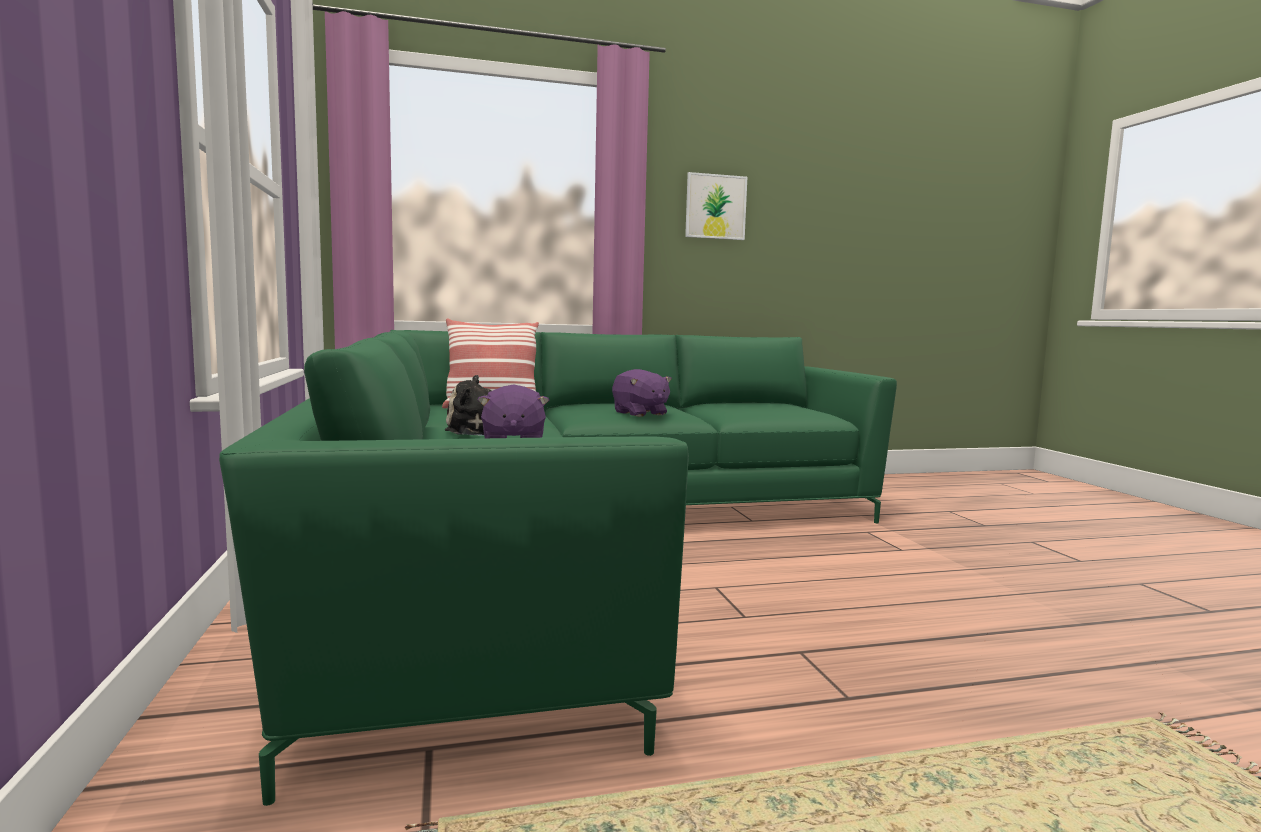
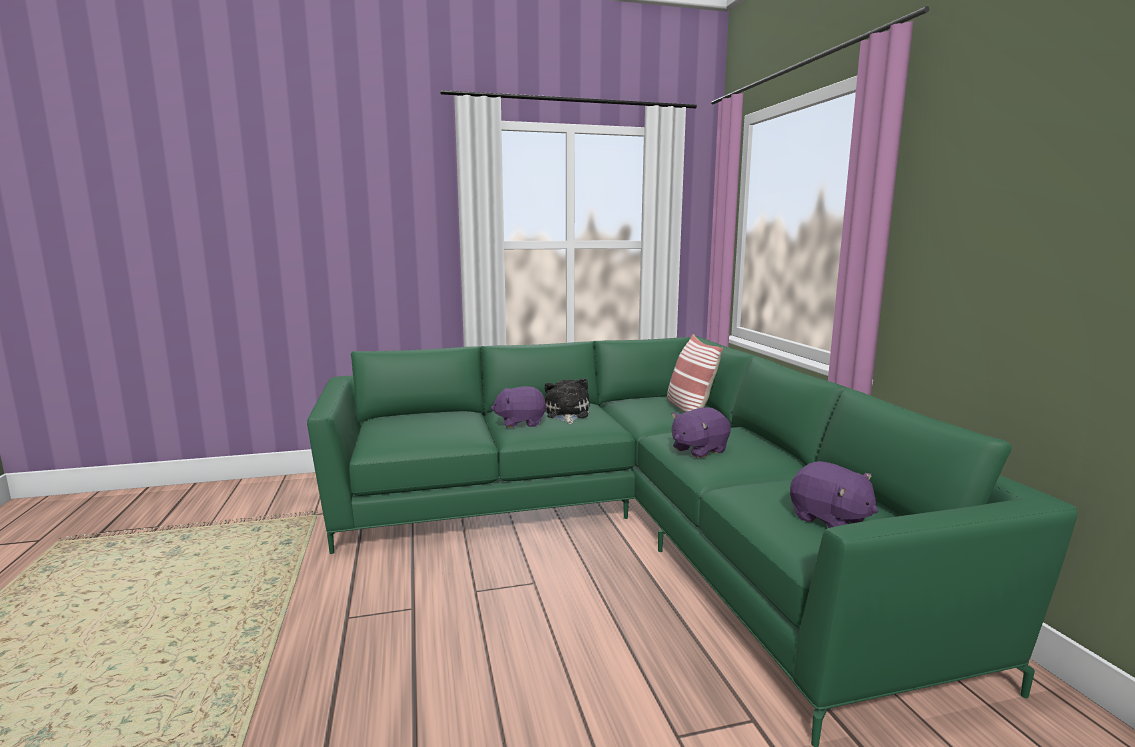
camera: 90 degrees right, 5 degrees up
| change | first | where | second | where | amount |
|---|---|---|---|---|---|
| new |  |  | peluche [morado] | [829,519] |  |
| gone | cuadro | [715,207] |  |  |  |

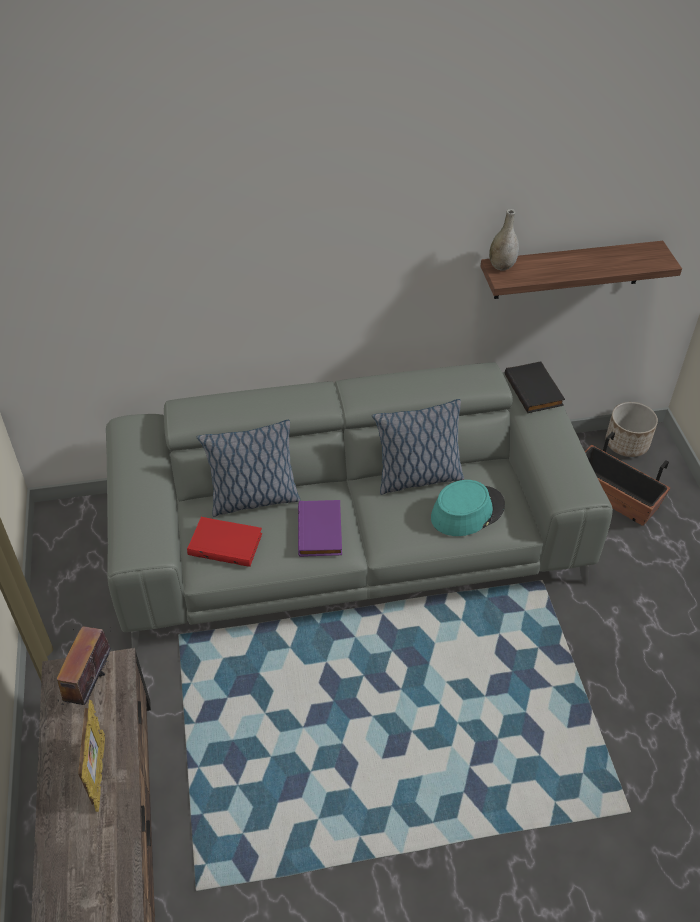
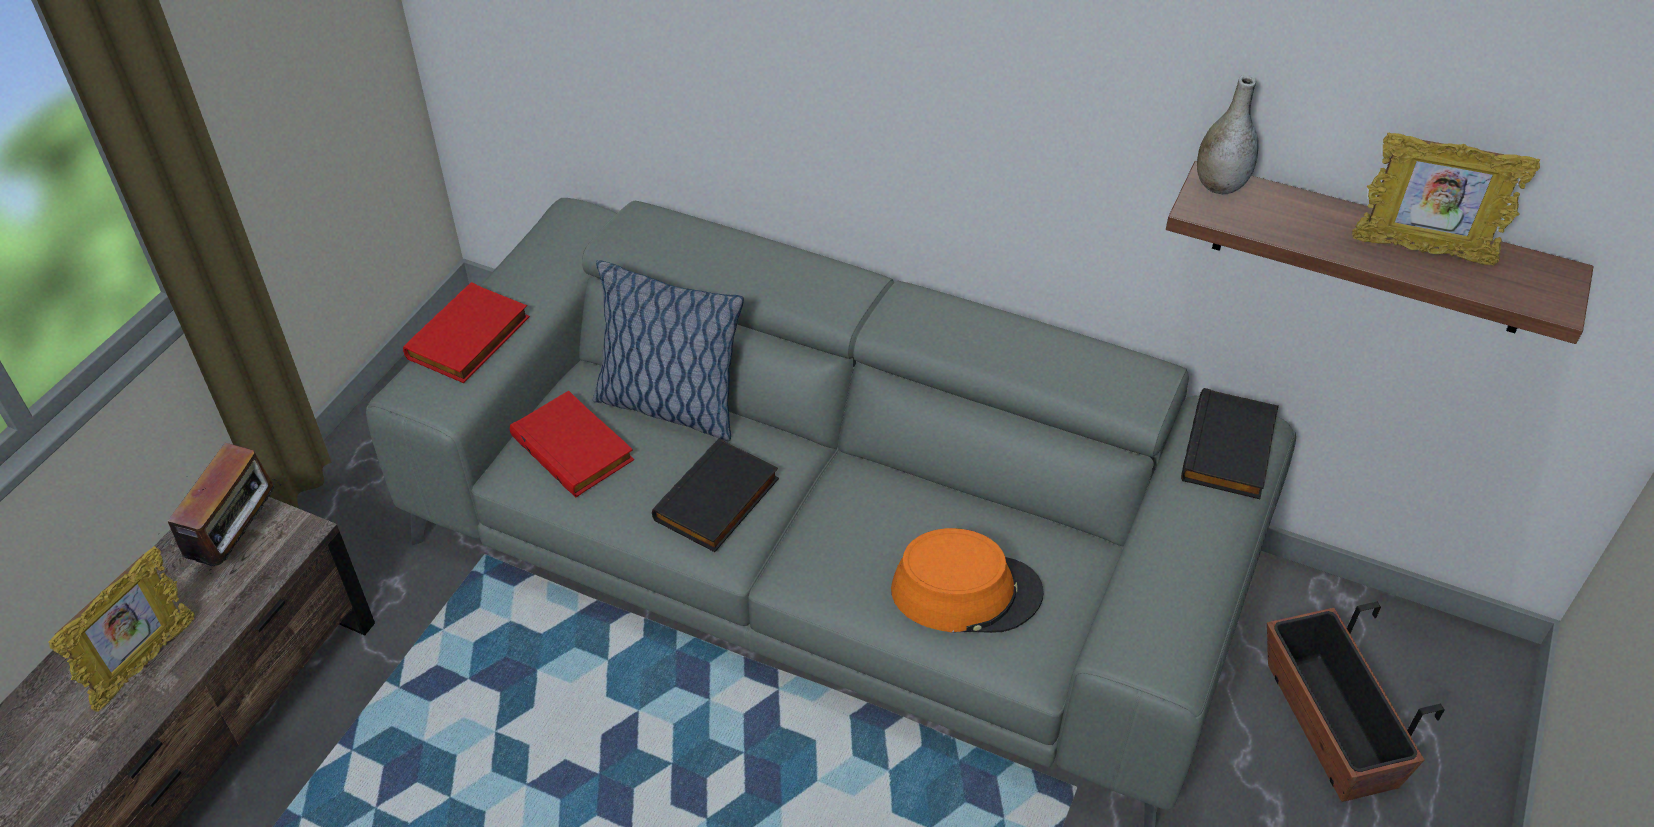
camera: 35 degrees right, 0 degrees up
| change | first | where | second | where | amount |
|---|---|---|---|---|---|
| rotated | radio | [89,685] |  | [241,540] | 150 degrees clockwise |
| new |  |  | libro [rojo] | [470,339] |  |
| repainted | libro [morado] | [321,531] | libro [negro] | [718,501] |  |
| repainted | sombrero [turquesa] | [467,511] | sombrero [naranja] | [966,591] |  |
| new |  |  | portarretratos | [1422,251] |  |
| gone | cojín | [417,478] |  |  |  |
| gone | maceta | [627,443] |  |  |  |

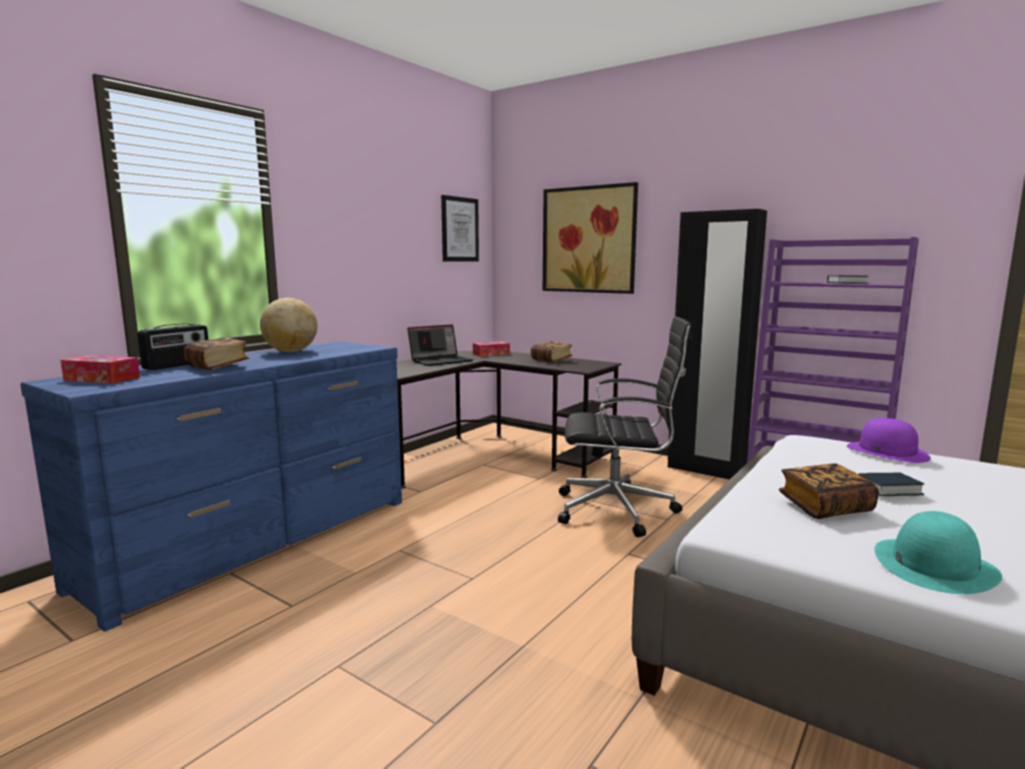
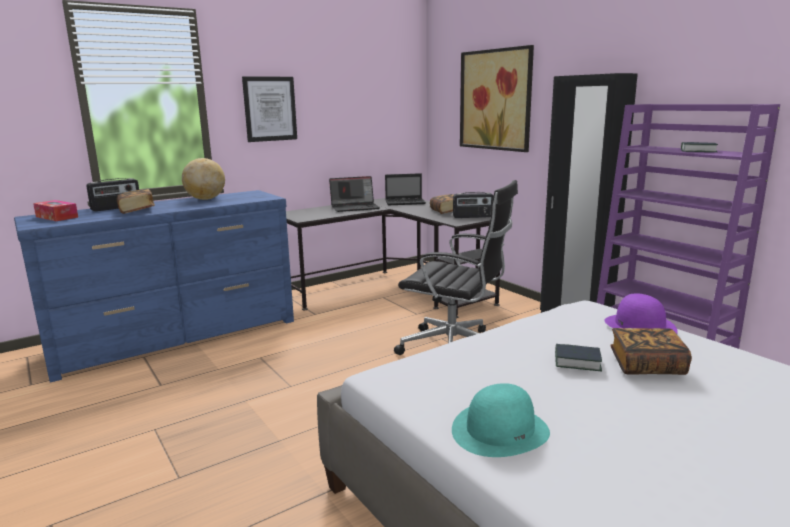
camera: 20 degrees right, 5 degrees up
| change | first | where | second | where | amount |
|---|---|---|---|---|---|
| shifted | cuadro | [459,229] |  | [270,109] |  |
| swapped | caja de pañuelos | [491,354] | portátil | [406,202] |  |
| new |  |  | radio | [473,217] |  |
| shifted | libro | [825,507] |  | [647,366] |  |

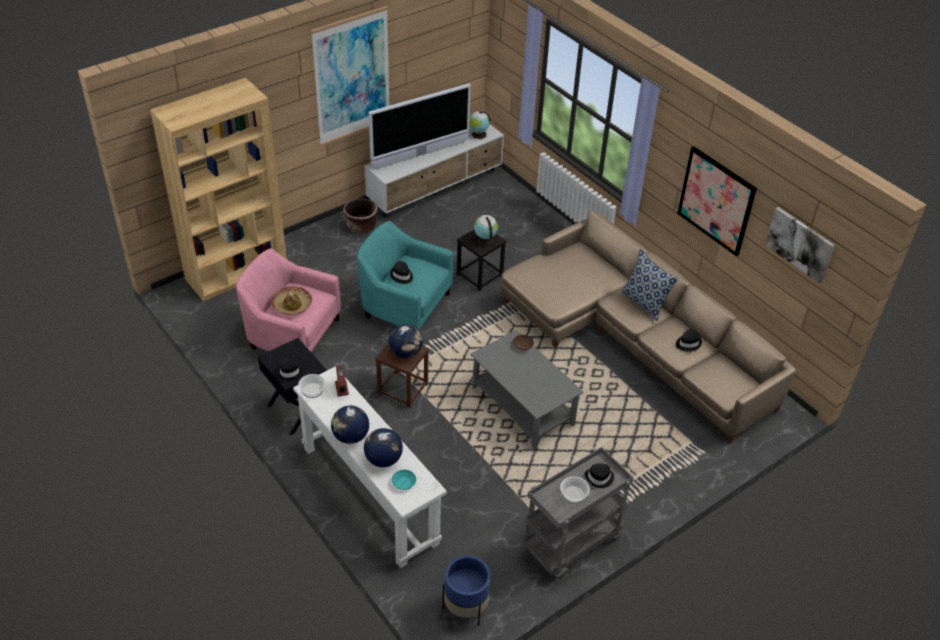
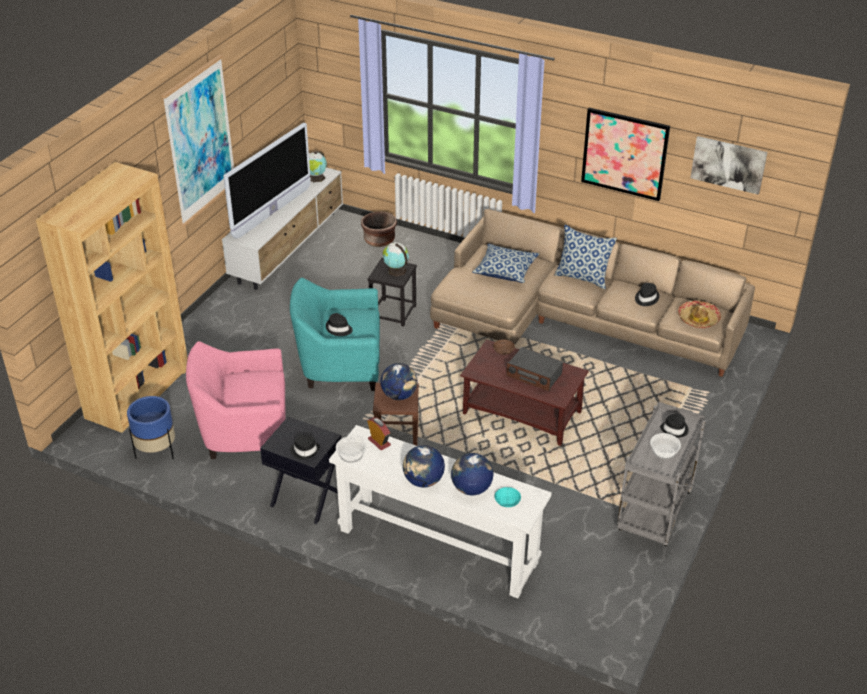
camera: 25 degrees left, 5 degrees down
| change | first | where | second | where | amount |
|---|---|---|---|---|---|
| shifted | maceta [azul] | [465,607] |  | [156,451] |  |
| shifted | maceta [marrón] | [361,226] |  | [379,240] |  |
| repainted | mesa de centro [gris] | [523,406] | mesa de centro [marrón] | [523,413] |  |
| new |  |  | cojín | [505,271] |  |
| new |  |  | radio | [534,375] |  |
| shifted | sombrero | [292,305] |  | [698,319] |  |

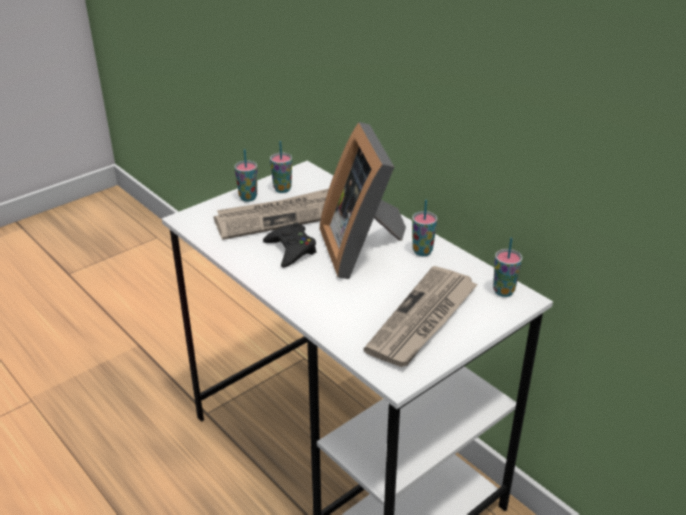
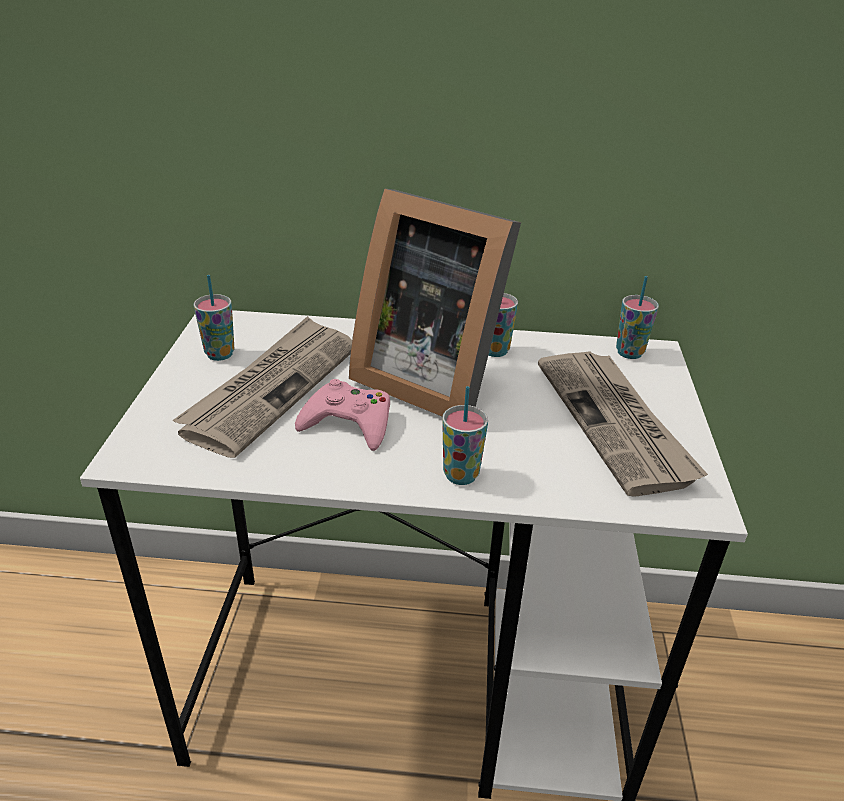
camera: 45 degrees left, 0 degrees up
| change | first | where | second | where | amount |
|---|---|---|---|---|---|
| repainted | mando de consola [negro] | [291,250] | mando de consola [rosa] | [349,423] |  |
| shifted | taza | [248,197] |  | [461,475] |  |

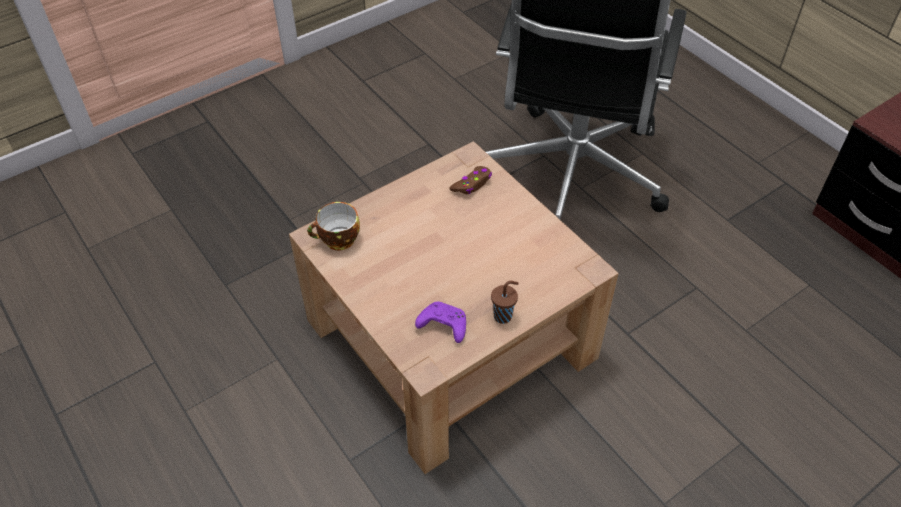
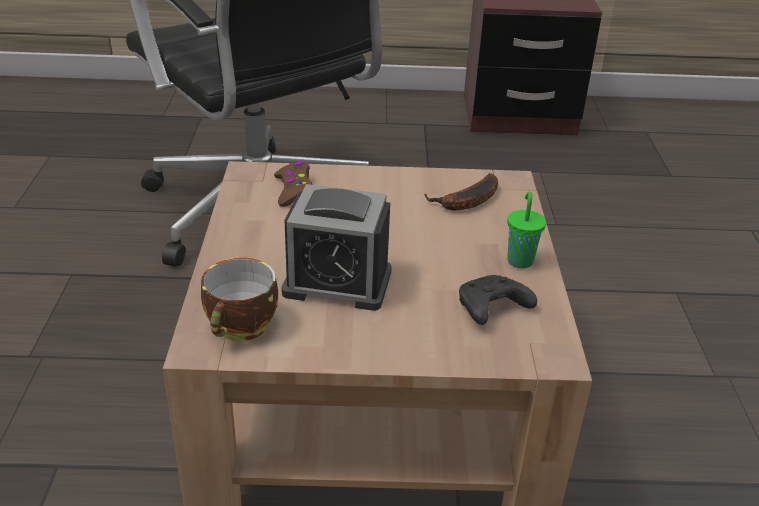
camera: 55 degrees left, 15 degrees down
| change | first | where | second | where | amount |
|---|---|---|---|---|---|
| new |  |  | despertador | [337,283] |  |
| new |  |  | plátano | [467,202] |  |
| repainted | mando de consola [morado] | [442,326] | mando de consola [negro] | [491,309] |  |
| repainted | taza [marrón] | [503,316] | taza [verde] | [520,260] |  |

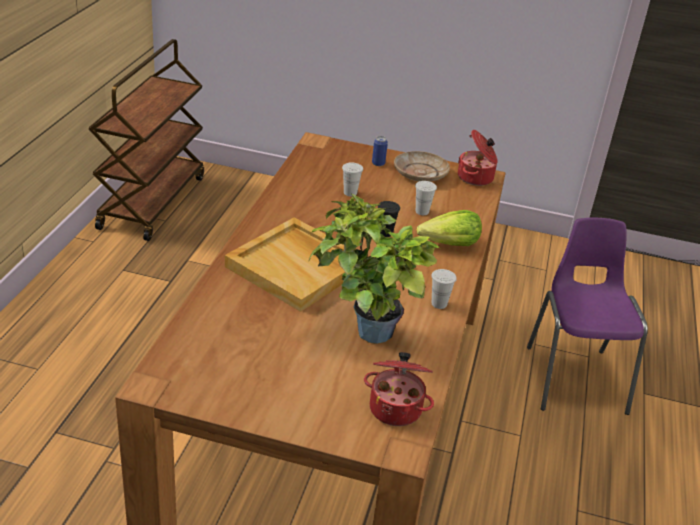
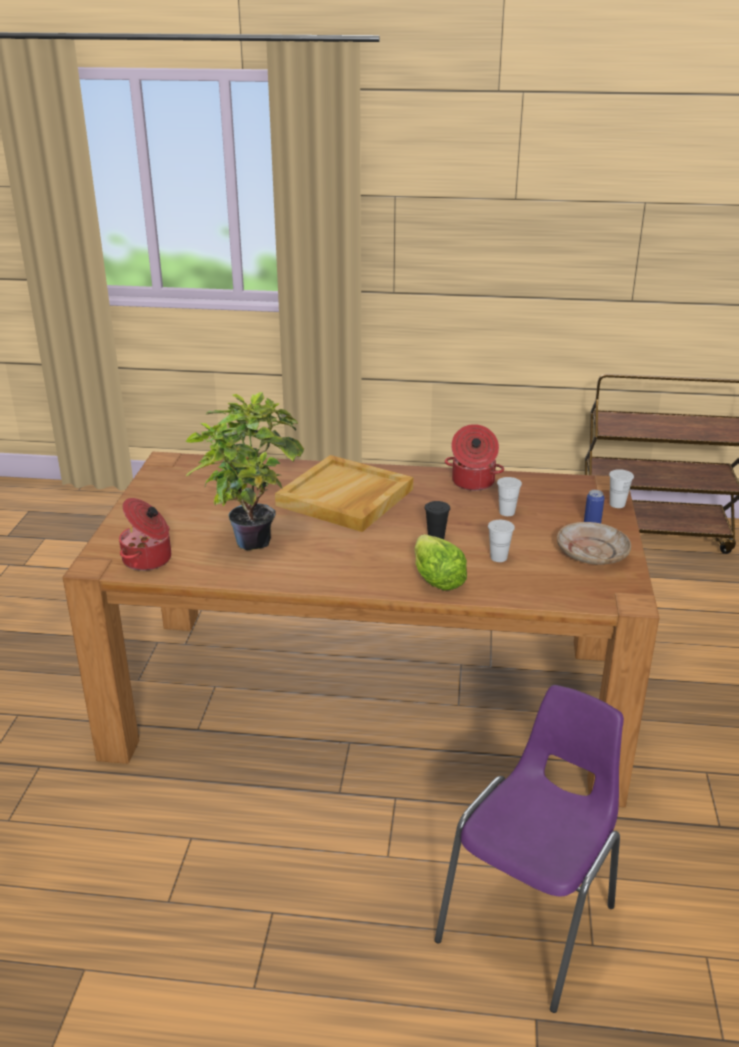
camera: 85 degrees right, 5 degrees down
| change | first | where | second | where | amount |
|---|---|---|---|---|---|
| rotated | silla [morado] | [574,377] |  | [531,922] | 45 degrees counterclockwise |
| shifted | olla | [476,178] |  | [472,482] |  |
| shifted | taza [blanco] | [439,304] |  | [617,504] |  |

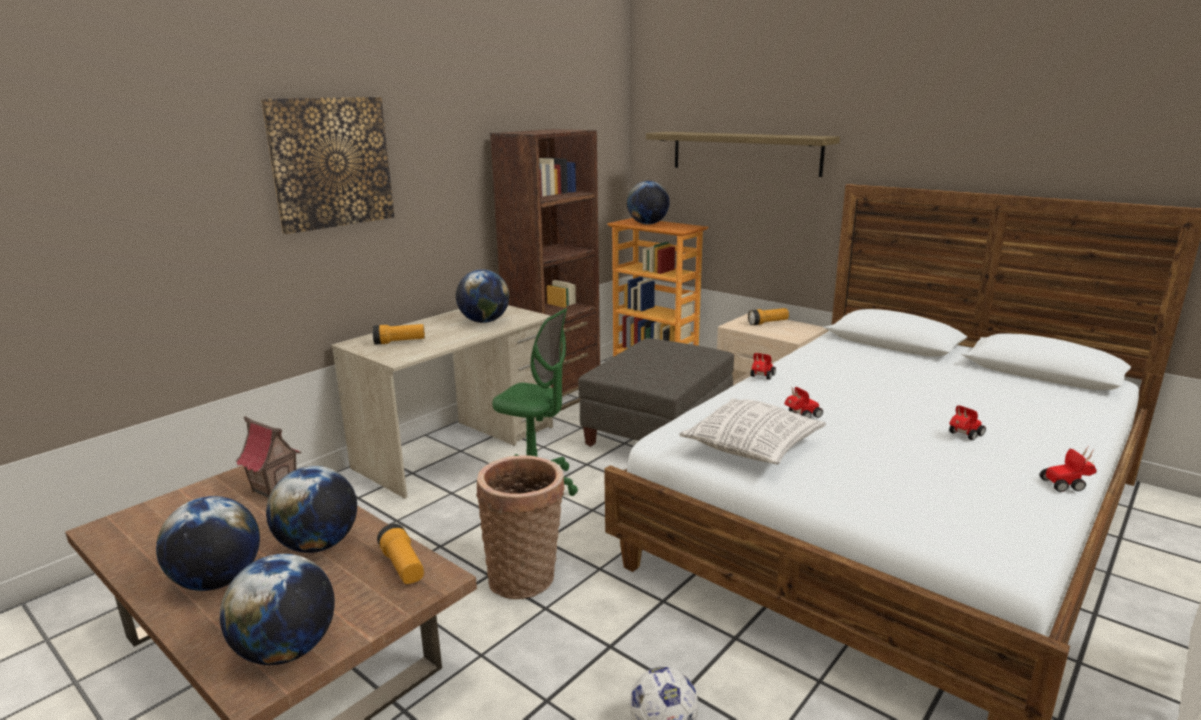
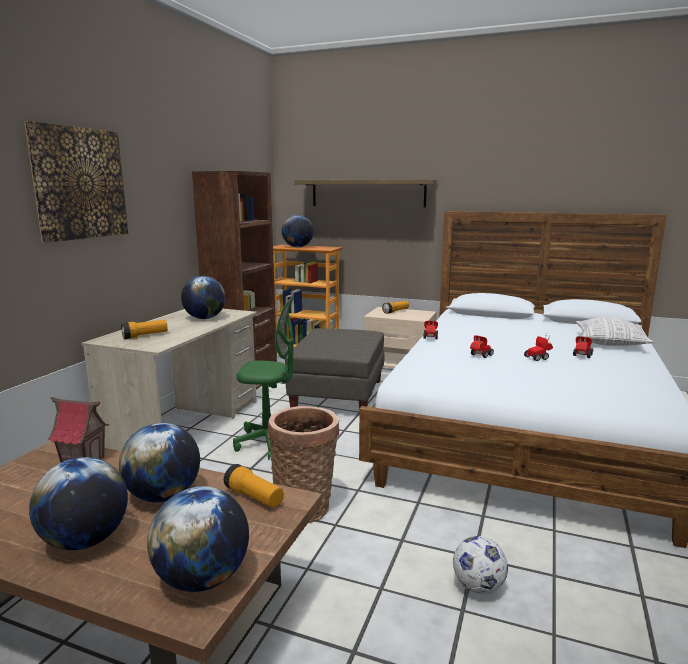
camera: 20 degrees left, 5 degrees down
| change | first | where | second | where | amount |
|---|---|---|---|---|---|
| shifted | coche de juguete | [1067,484] |  | [539,357] |  |
| shifted | cojín | [751,447] |  | [610,343] |  |

